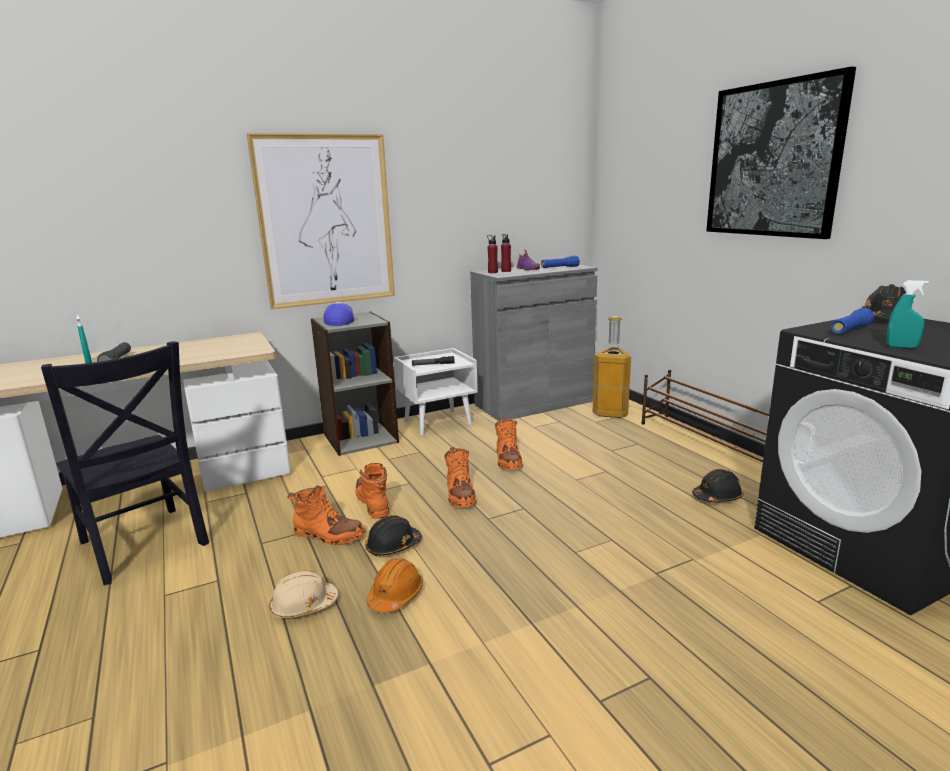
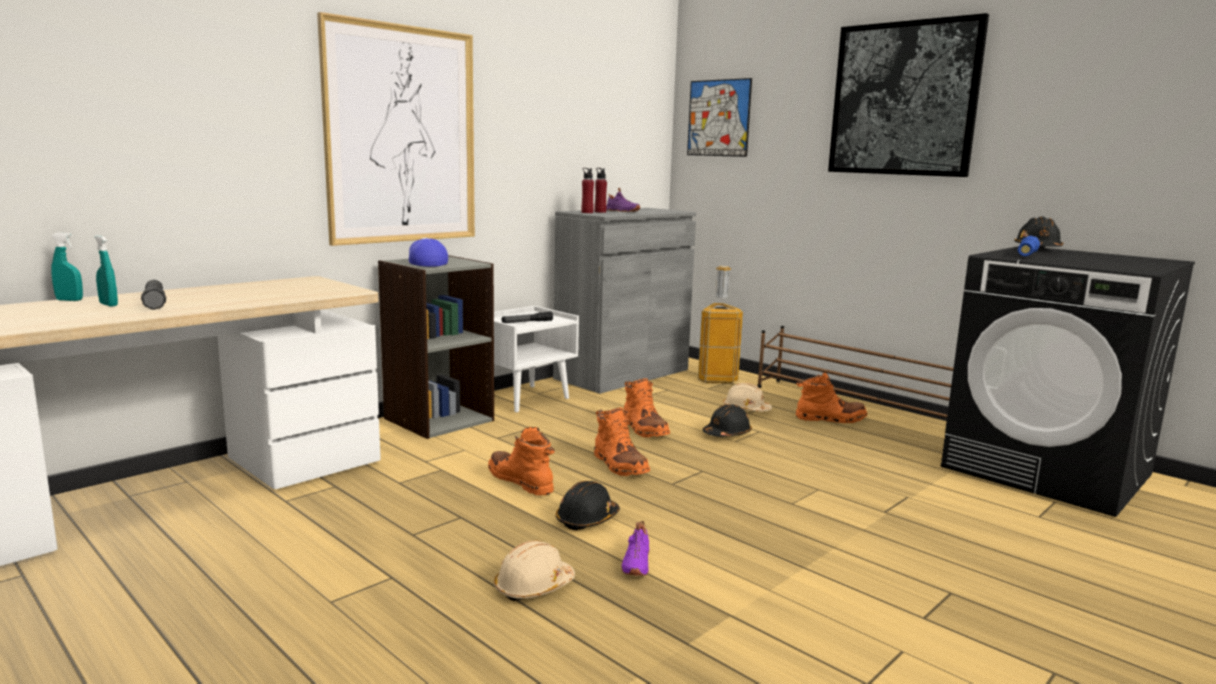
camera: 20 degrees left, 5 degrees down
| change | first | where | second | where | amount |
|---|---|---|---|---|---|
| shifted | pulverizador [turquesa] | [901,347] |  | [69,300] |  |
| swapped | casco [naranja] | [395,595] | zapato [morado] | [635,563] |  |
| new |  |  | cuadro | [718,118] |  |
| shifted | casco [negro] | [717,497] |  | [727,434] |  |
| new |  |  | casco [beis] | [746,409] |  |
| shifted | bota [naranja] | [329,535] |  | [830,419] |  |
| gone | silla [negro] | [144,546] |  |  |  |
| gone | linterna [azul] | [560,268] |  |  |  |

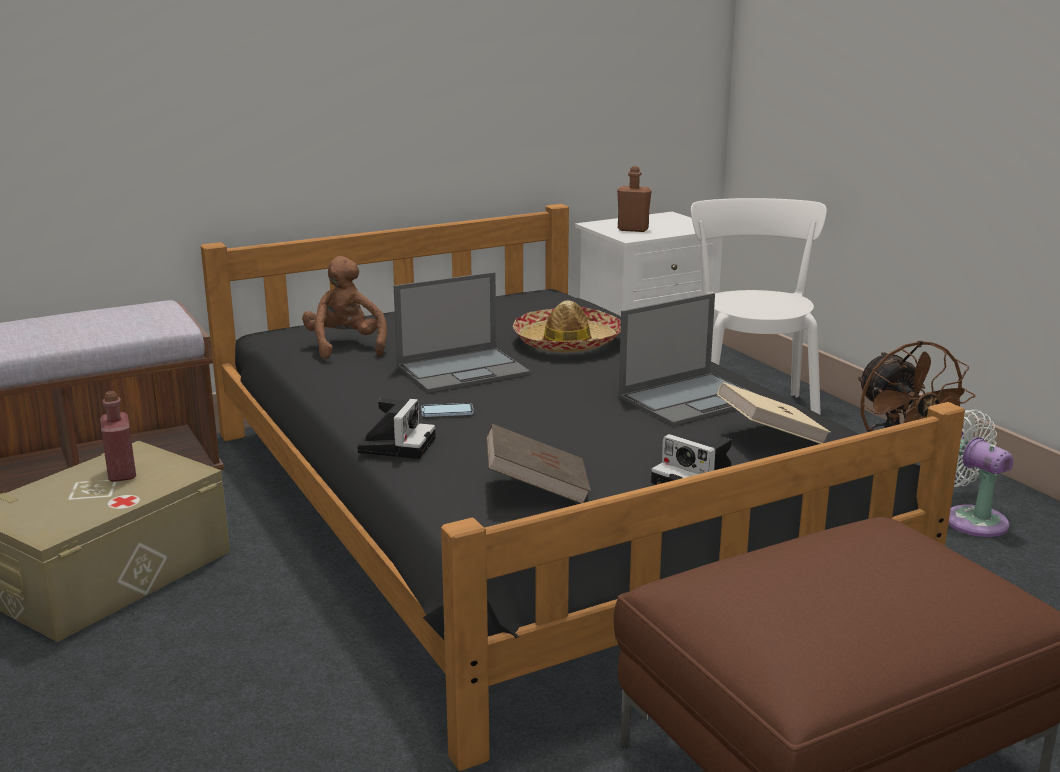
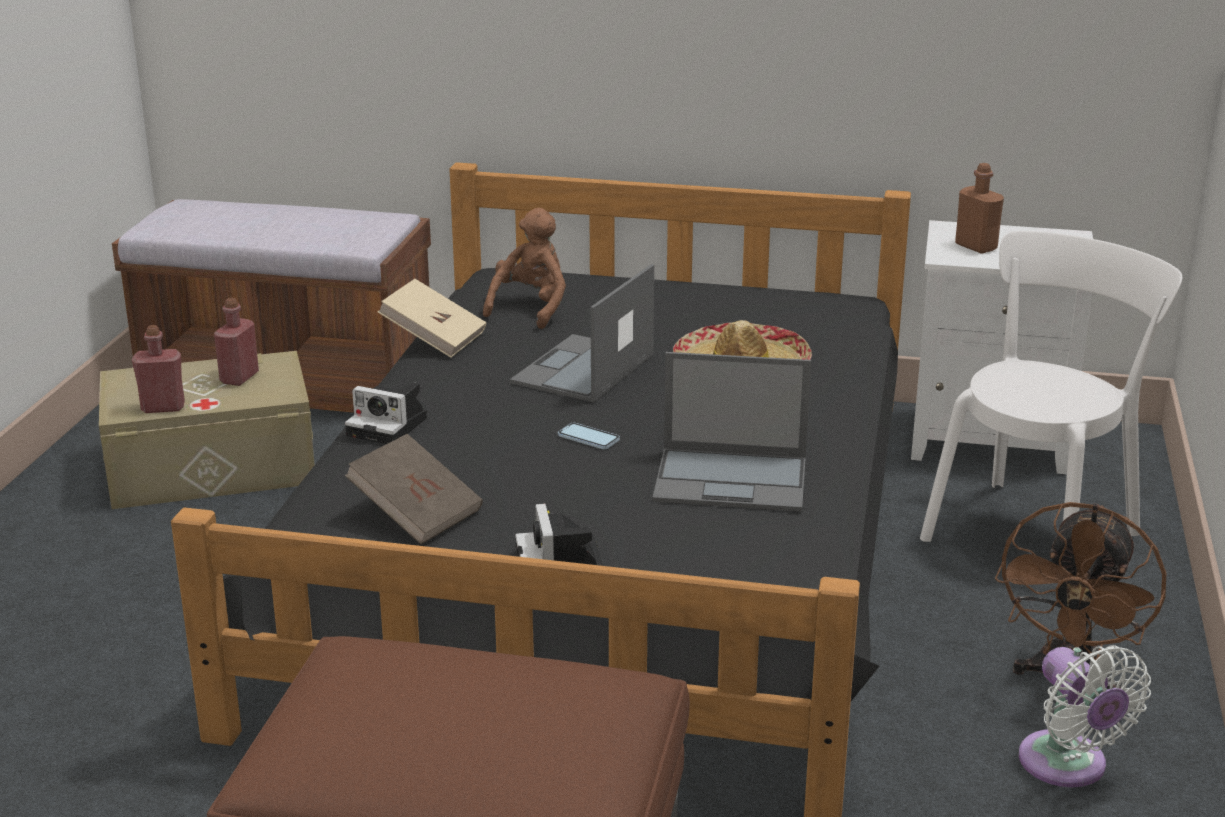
camera: 40 degrees right, 5 degrees up
| change | first | where | second | where | amount |
|---|---|---|---|---|---|
| new |  |  | botella [rojo] | [163,407] |  |
| rotated | cámara | [397,444] |  | [390,426] | 60 degrees clockwise |
| shifted | libro [beis] | [770,436] |  | [434,339] |  |
| rotated | portátil | [464,370] |  | [583,370] | 105 degrees clockwise |
| shifted | móvil | [447,412] |  | [588,438] |  |
| rotated | ventilador [blanco] | [970,519] |  | [1067,766] | 150 degrees clockwise |

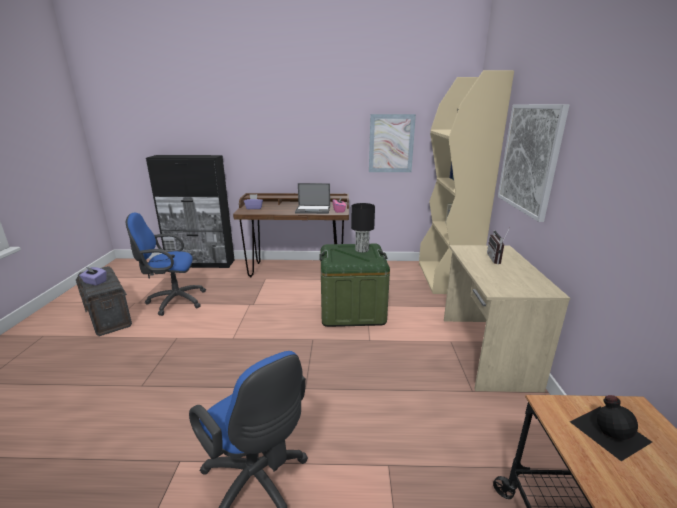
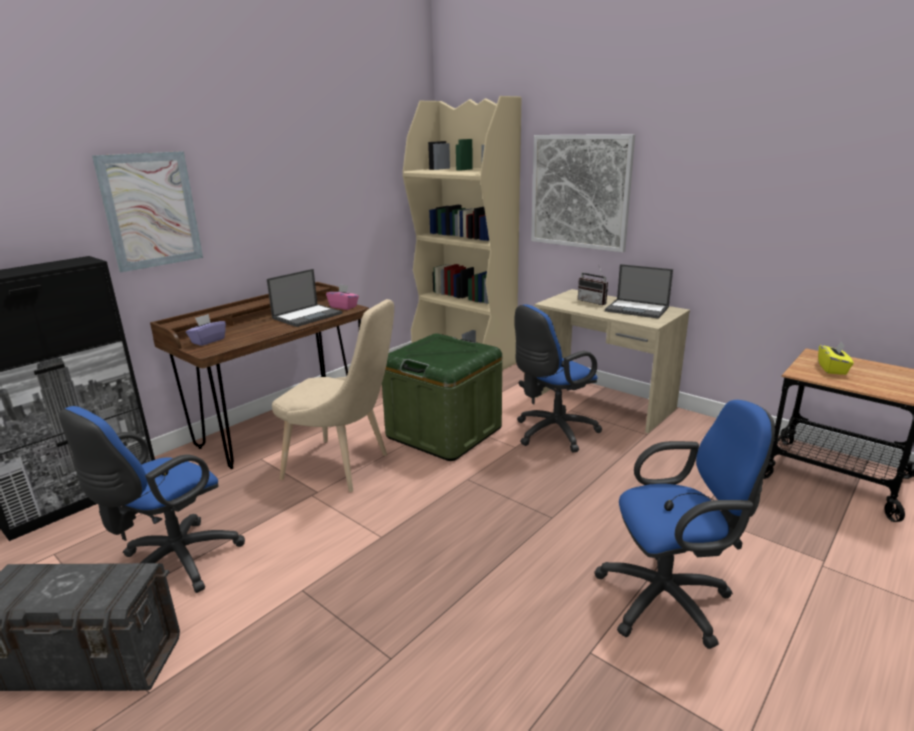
camera: 50 degrees left, 0 degrees up
| change | first | where | second | where | amount |
|---|---|---|---|---|---|
| shifted | cuadro | [391,143] |  | [151,210] |  |
| new |  |  | silla [beis] | [343,467] |  |
| new |  |  | silla de oficina [azul] | [551,433] |  |
| new |  |  | portátil | [637,309] |  |
| swapped | botella [negro] | [609,430] | caja de pañuelos [amarillo] | [832,369] |  |
| gone | caja de pañuelos [morado] | [95,282] |  |  |  |
| gone | lámpara de mesa [negro] | [362,250] |  |  |  |

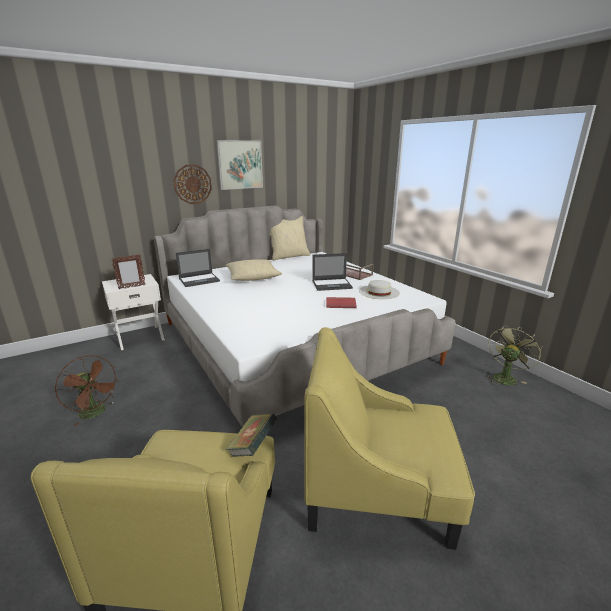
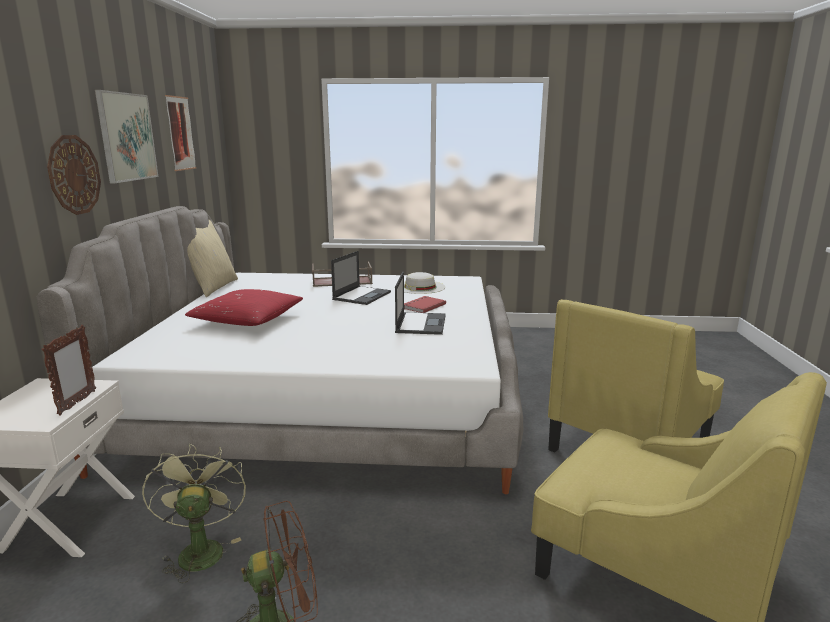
camera: 55 degrees left, 5 degrees down
| change | first | where | second | where | amount |
|---|---|---|---|---|---|
| shifted | ventilador [verde] | [505,377] |  | [200,549] |  |
| new |  |  | cuadro | [180,133] |  |
| repainted | cojín [beis] | [253,277] | cojín [rojo] | [247,320] |  |
| shifted | portátil | [199,280] |  | [421,323] |  |
| gone | libro | [252,446] |  |  |  |

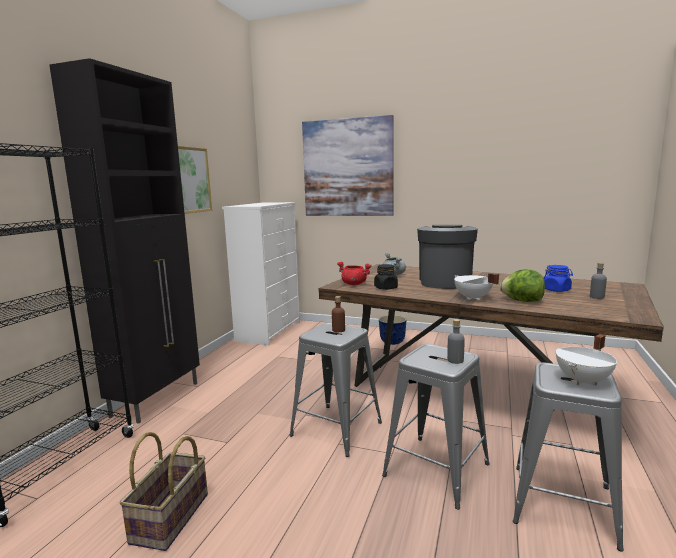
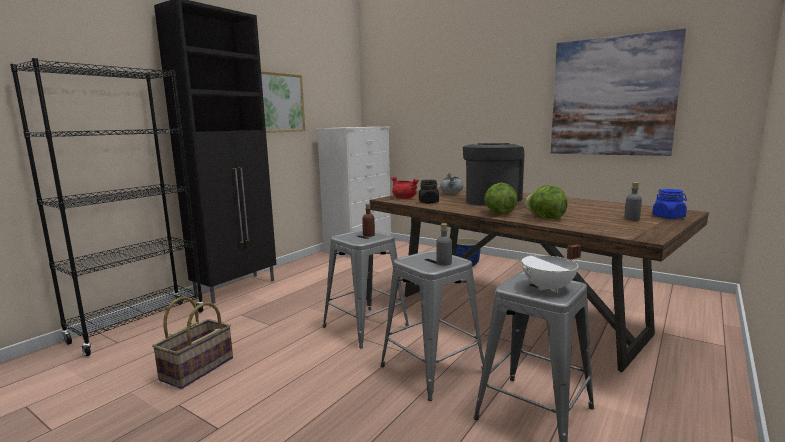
camera: 15 degrees right, 0 degrees up
| change | first | where | second | where | amount |
|---|---|---|---|---|---|
| swapped | olla [blanco] | [472,298] | lechuga | [499,213] |  |
| shifted | cuadro | [347,168] |  | [612,97] |  |
| shifted | tarro [azul] | [556,290] |  | [668,217] |  |

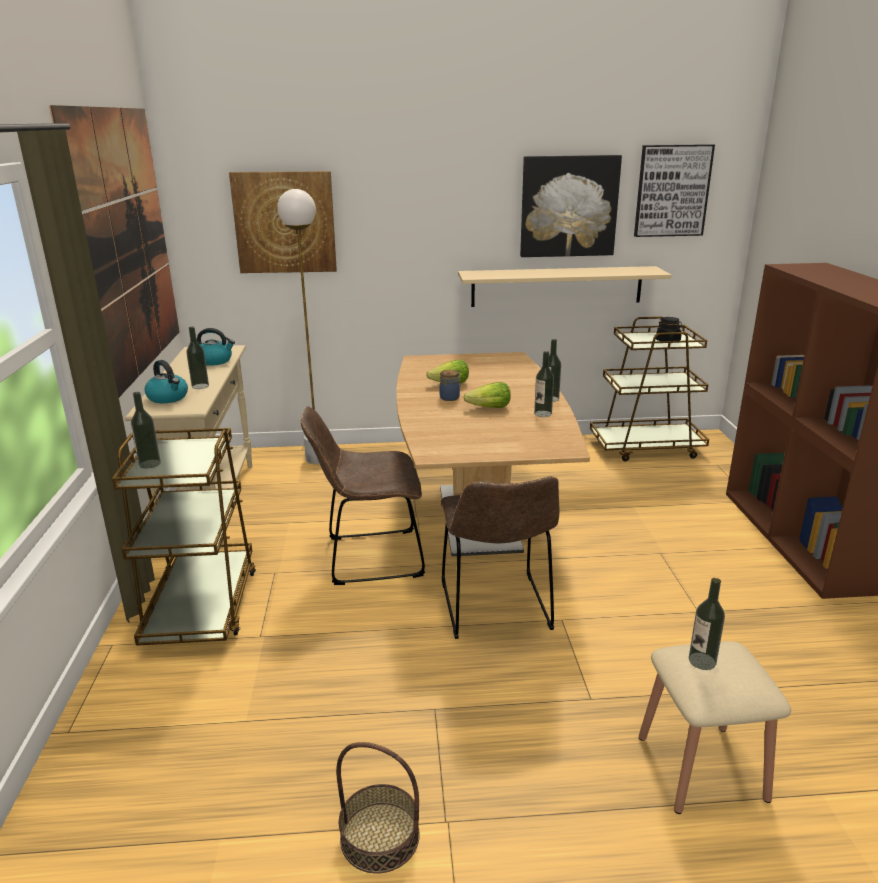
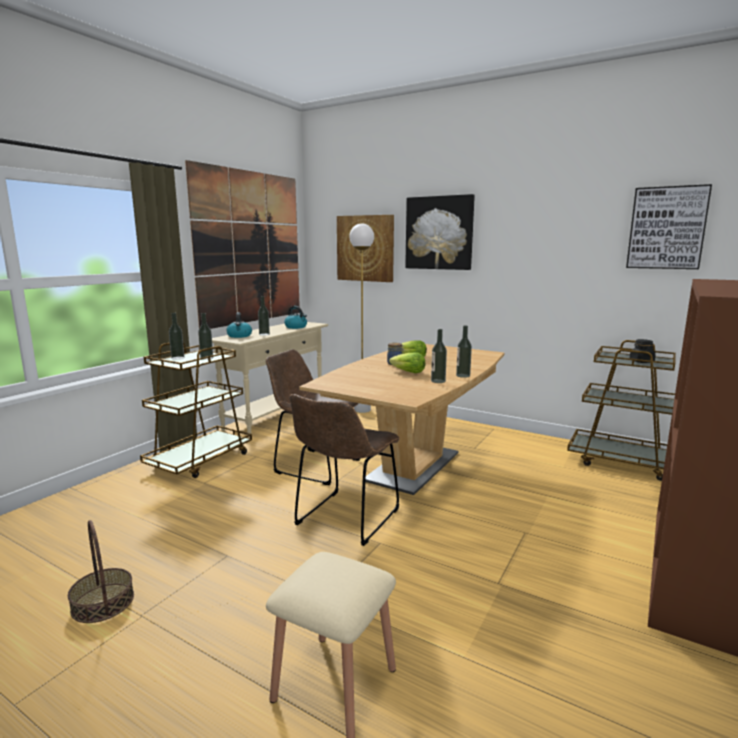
camera: 35 degrees right, 10 degrees down
| change | first | where | second | where | amount |
|---|---|---|---|---|---|
| shifted | botella | [702,661] |  | [206,358] |  |
| shifted | cuadro | [568,206] |  | [439,233] |  |
| gone | estante [beis] | [556,286] |  |  |  |

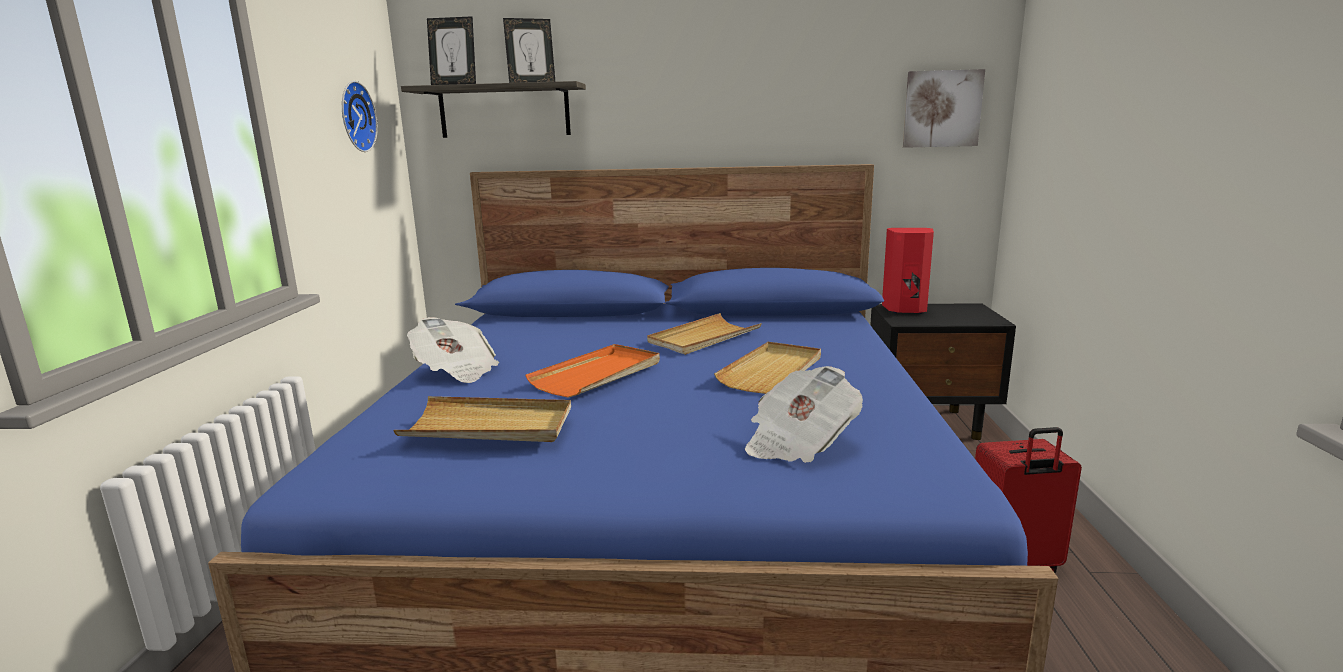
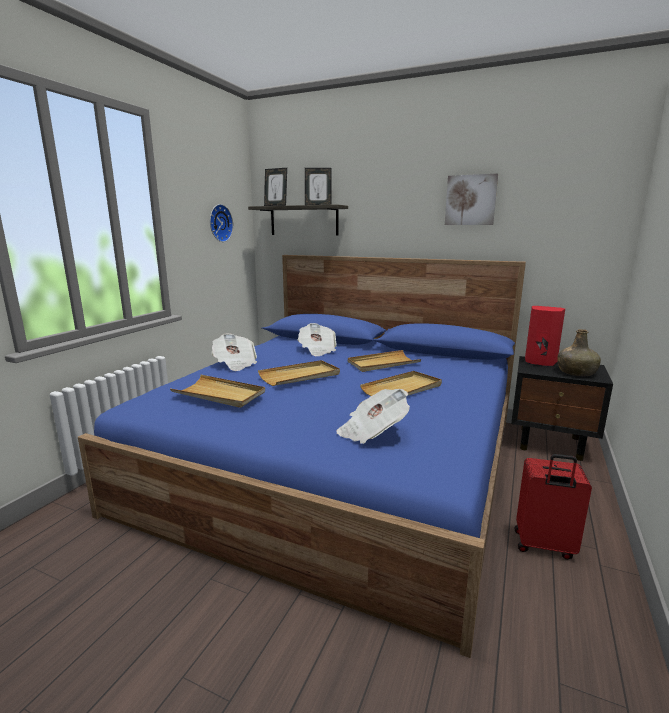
camera: 20 degrees right, 0 degrees up
| change | first | where | second | where | amount |
|---|---|---|---|---|---|
| repainted | bandeja [naranja] | [598,374] | bandeja [beis] | [300,376] |  |
| new |  |  | periódico | [317,350] |  |
| shifted | cuadro | [942,109] |  | [470,200] |  |
| new |  |  | botella [verde] | [576,372] |  |

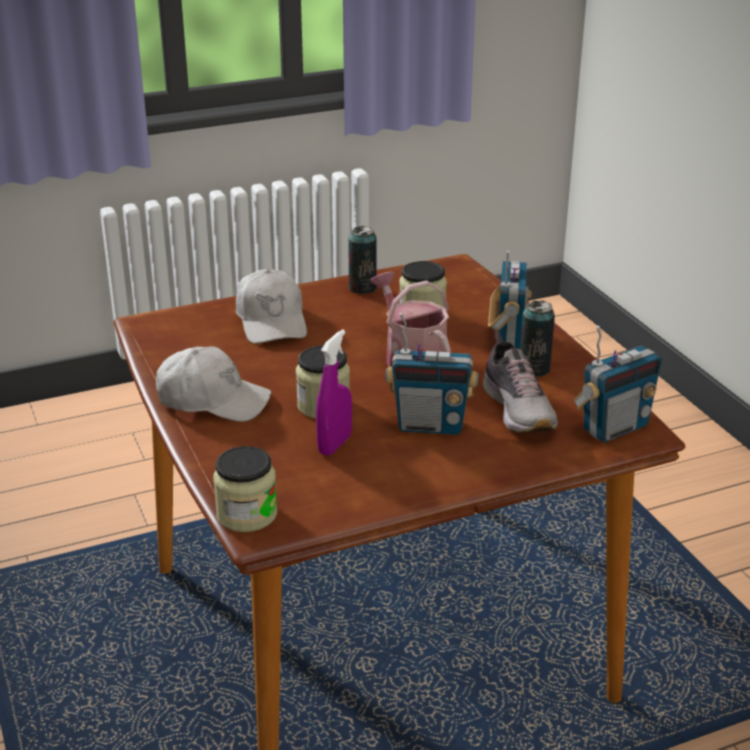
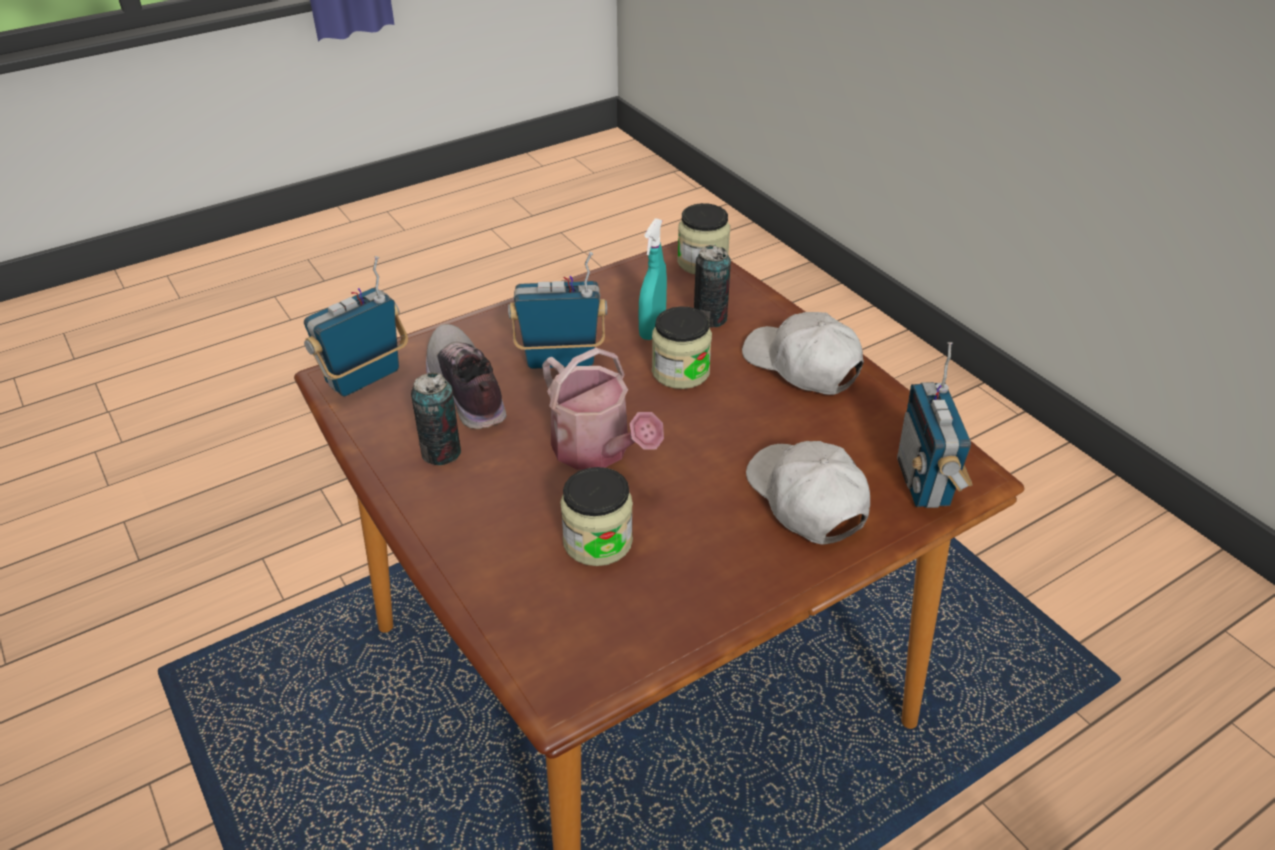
camera: 170 degrees right, 10 degrees up
| change | first | where | second | where | amount |
|---|---|---|---|---|---|
| repainted | pulverizador [morado] | [334,445] | pulverizador [turquesa] | [652,329] |  |
| shifted | lata | [362,288] |  | [710,318] |  |
| rotated | gorra [blanco] | [213,400] |  | [802,365] | 45 degrees clockwise |
| shifted | radio | [508,337] |  | [925,483] |  |

